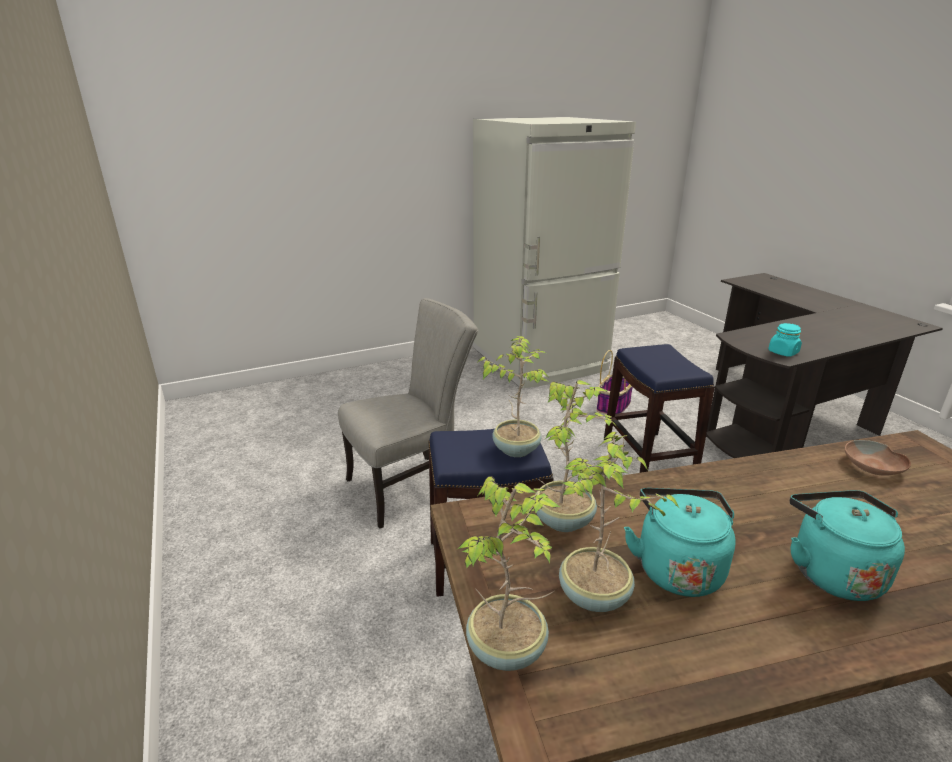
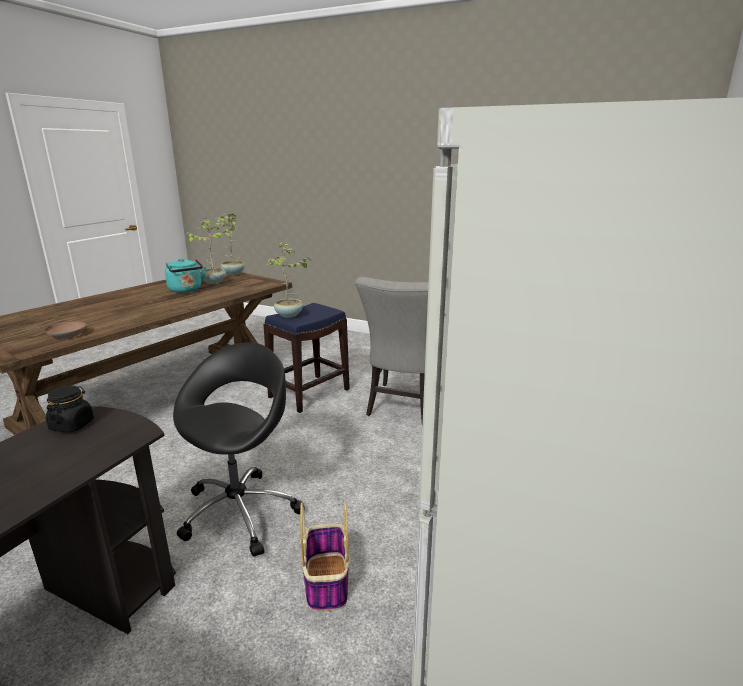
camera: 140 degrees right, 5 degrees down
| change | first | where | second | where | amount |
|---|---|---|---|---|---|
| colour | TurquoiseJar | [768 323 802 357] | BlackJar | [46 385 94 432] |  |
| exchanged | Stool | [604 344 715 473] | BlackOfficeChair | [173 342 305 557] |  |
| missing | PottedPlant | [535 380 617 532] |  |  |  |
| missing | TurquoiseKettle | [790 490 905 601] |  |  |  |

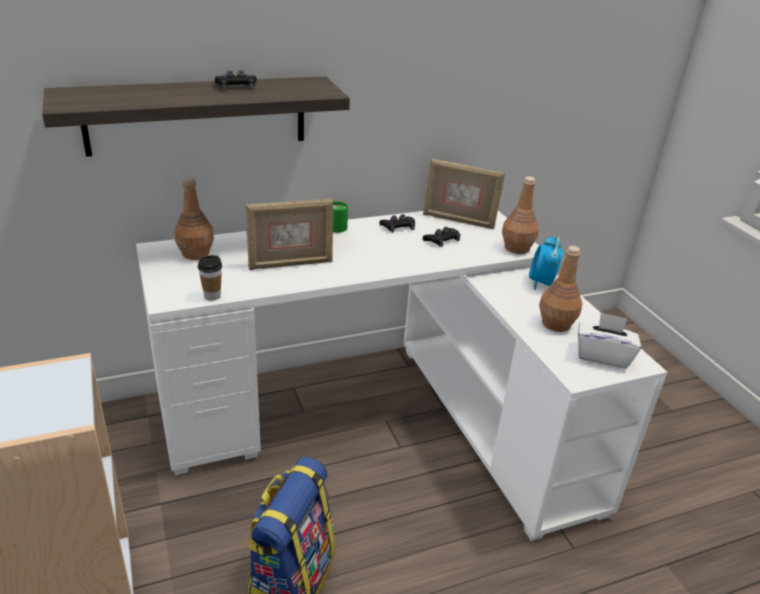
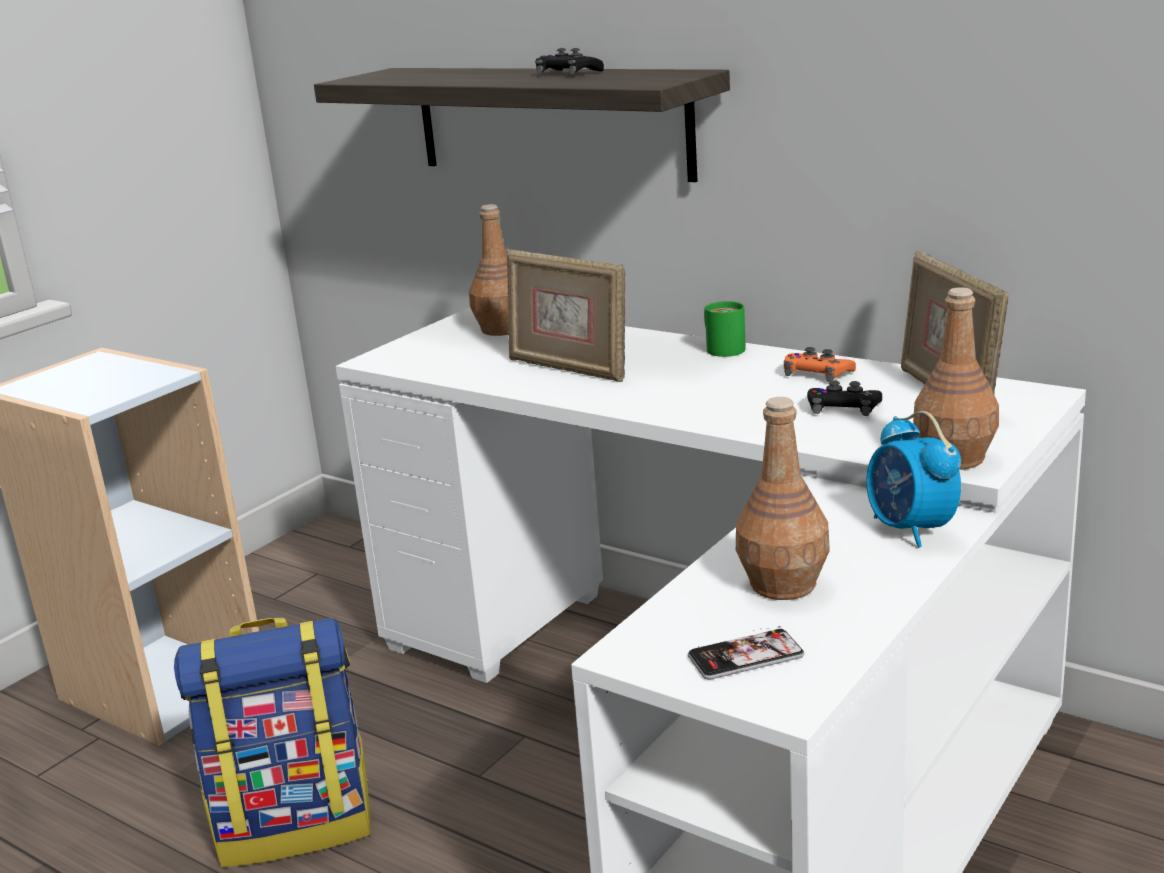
camera: 60 degrees right, 10 degrees down
| change | first | where | second | where | amount |
|---|---|---|---|---|---|
| exchanged | WhiteTissueBox | [578 312 641 369] | Phone | [688 626 804 680] |  |
| colour | BlackGameController | [379 214 415 233] | OrangeGameController | [784 347 856 382] |  |
| spun | AlarmClock | [529 236 563 290] |  | [866 411 961 548] | 90 degrees counterclockwise |
| missing | Cup | [198 255 222 301] |  |  |  |

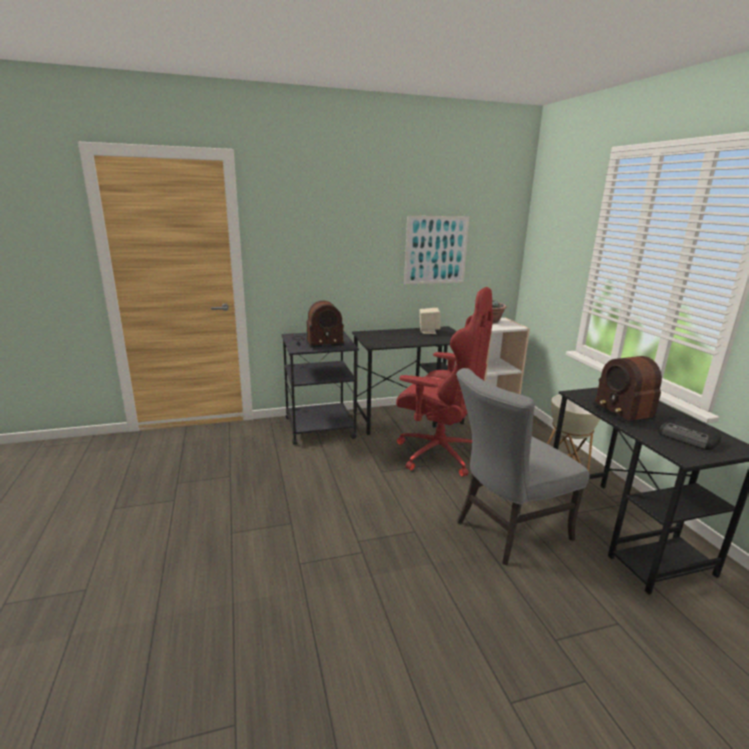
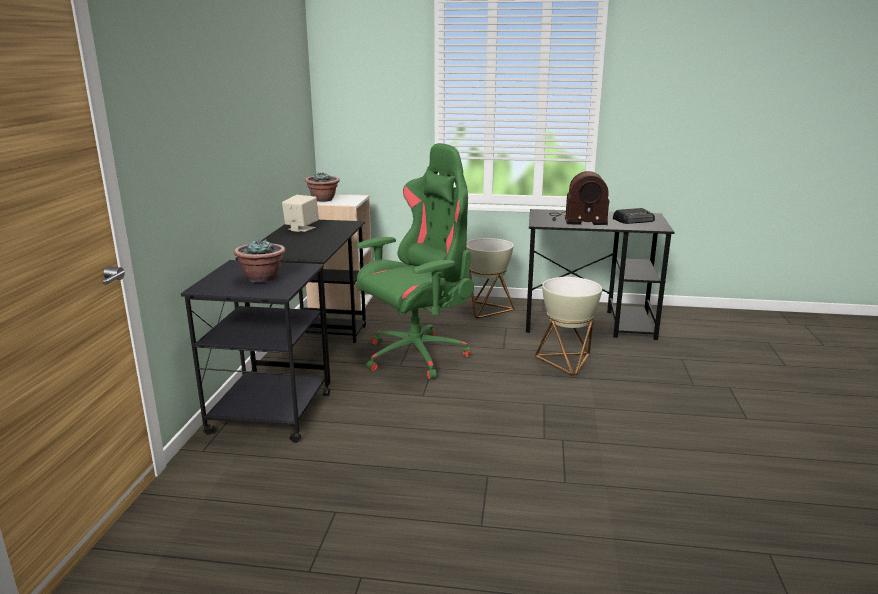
camera: 65 degrees left, 0 degrees up
| change | first | where | second | where | amount |
|---|---|---|---|---|---|
| exchanged | Radio | [292 301 344 348] | PottedPlant | [234 238 286 283] |  |
| colour | RedOfficeChair | [396 287 493 477] | GreenOfficeChair | [356 143 474 379] |  |
| exchanged | GreyChair | [456 368 590 565] | Planter | [535 277 602 376] |  |
| missing | Picture | [404 216 469 284] |  |  |  |

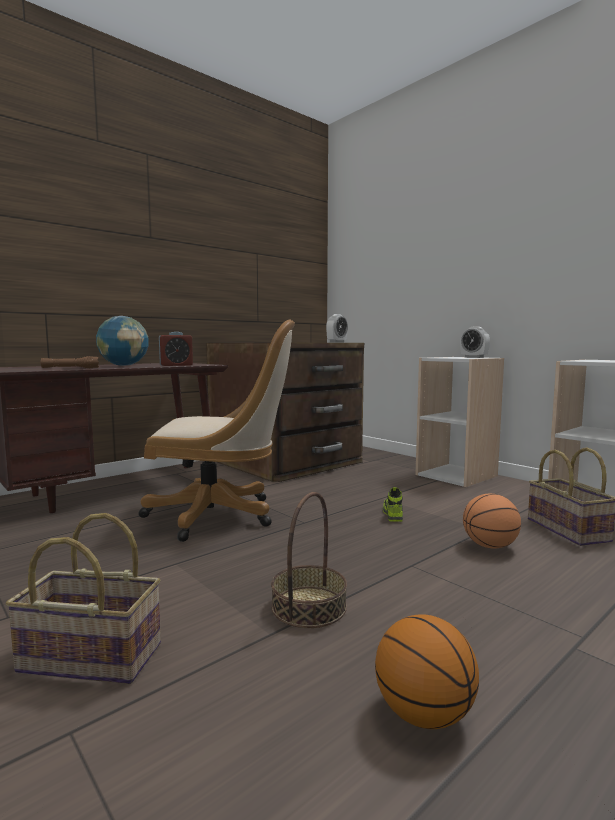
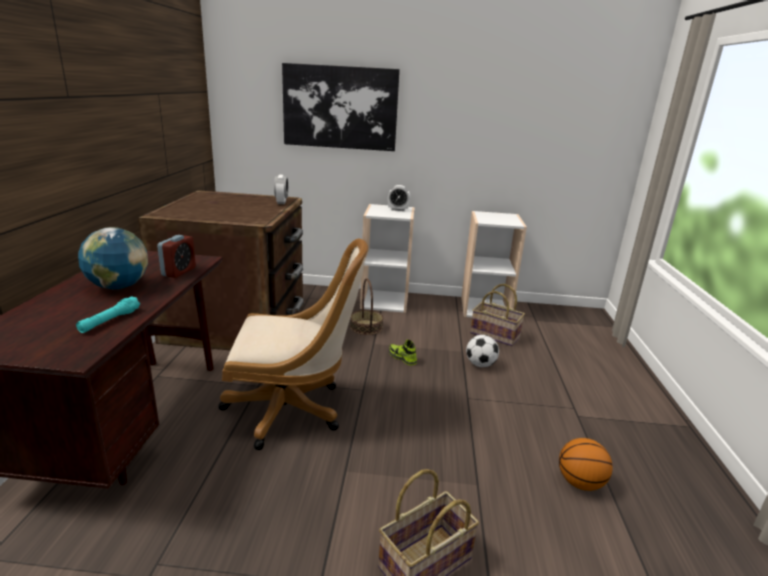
camera: 45 degrees left, 15 degrees up
| change | first | where | second | where | amount |
|---|---|---|---|---|---|
| colour | BrownFlashlight | [40 356 99 368] | TurquoiseFlashlight | [76 296 140 333] |  |
| spun | OfficeChair | [138 319 295 542] |  | [218 239 368 450] | 45 degrees clockwise |
| appeared |  |  | Picture | [282 63 400 151] |  |
| relocated | Basket | [271 492 347 628] |  | [350 278 383 335] |  |
| exchanged | Basketball | [463 494 521 548] | Football | [466 335 499 367] |  |

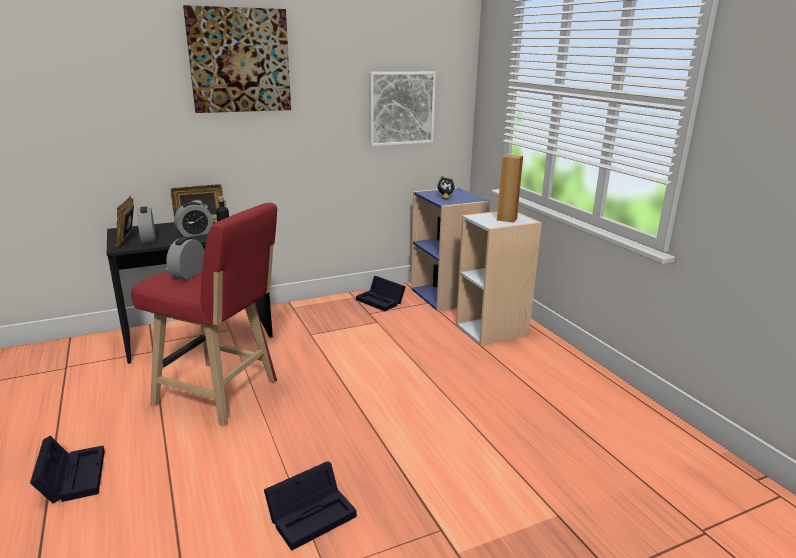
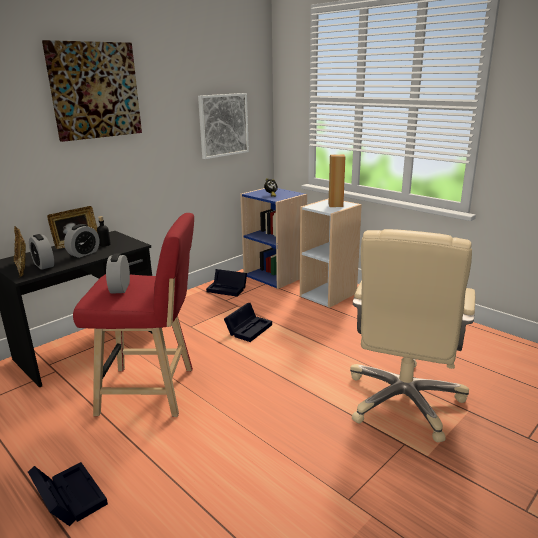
camera: 20 degrees left, 0 degrees up
| change | first | where | second | where | amount |
|---|---|---|---|---|---|
| relocated | BlackStorageBox | [264 461 357 551] |  | [224 303 272 342] |  |
| appeared |  |  | BeigeOfficeChair | [350 229 475 442] |  |

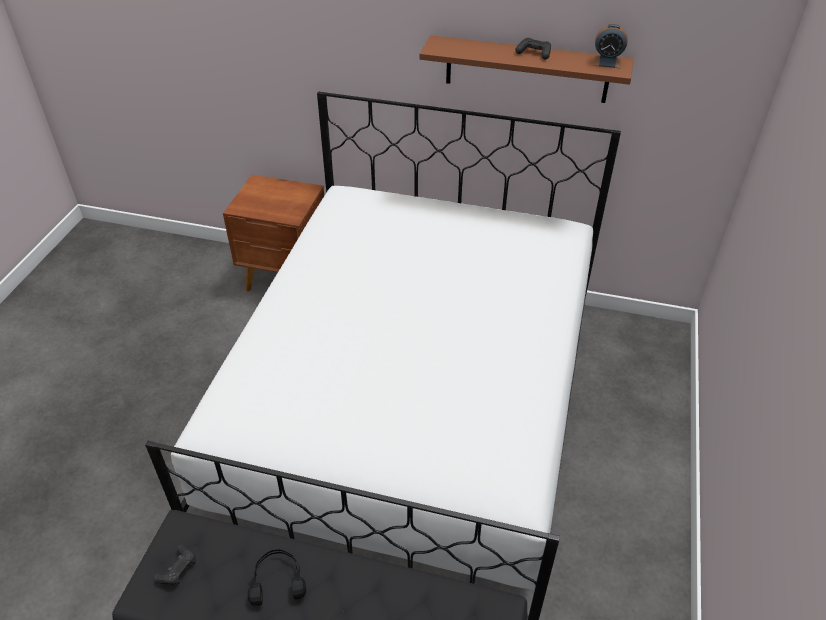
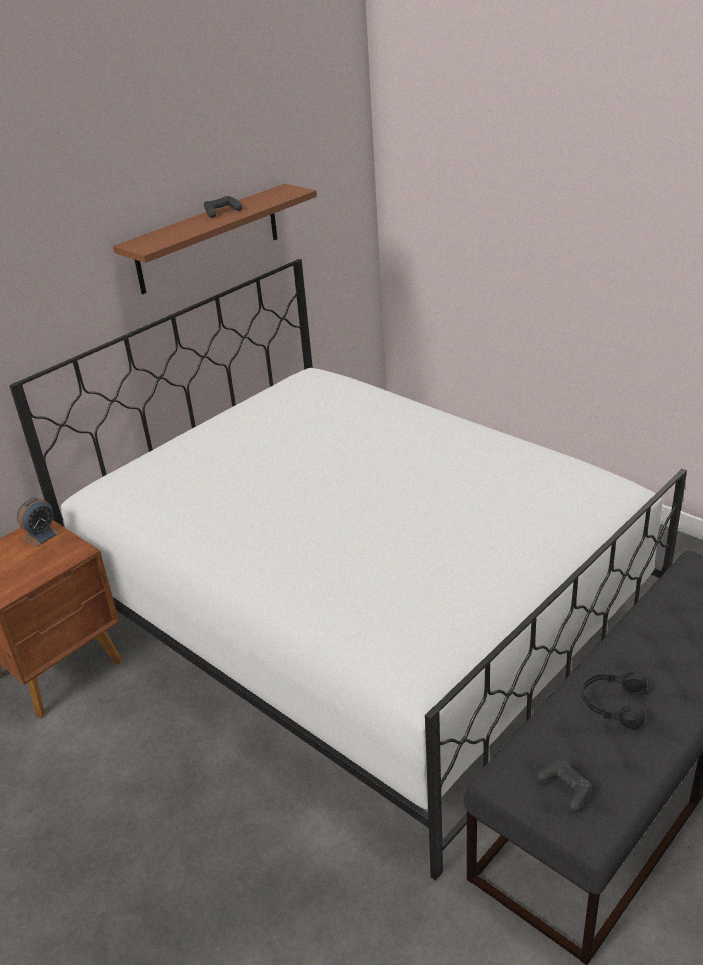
camera: 60 degrees left, 10 degrees down
| change | first | where | second | where | amount |
|---|---|---|---|---|---|
| relocated | AlarmClock | [593 24 628 69] |  | [17 498 61 547] |  |

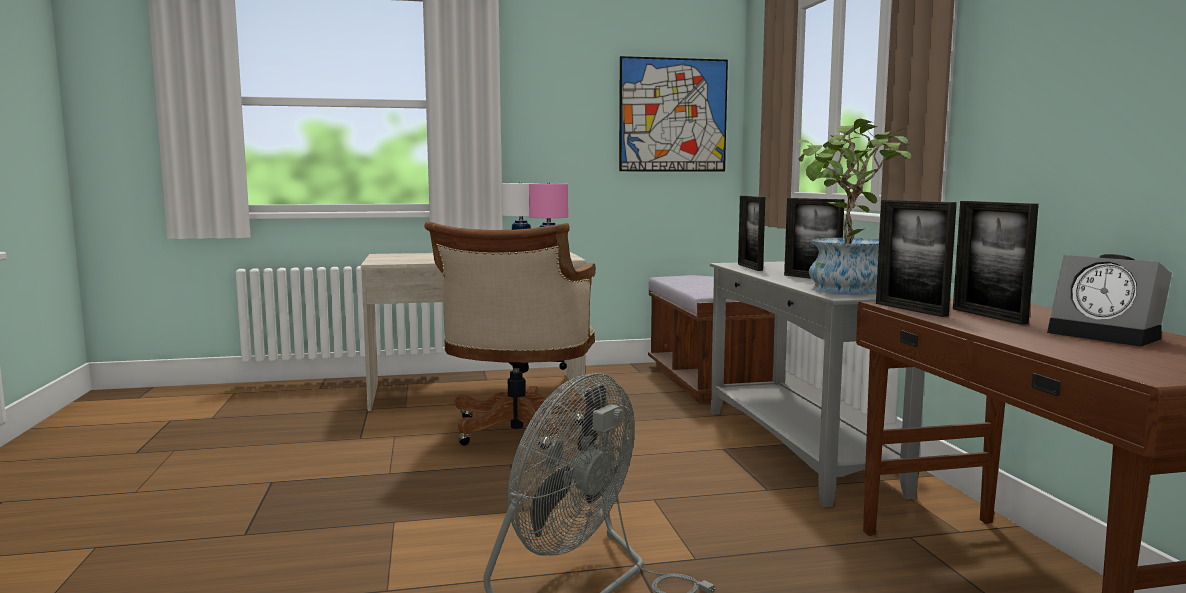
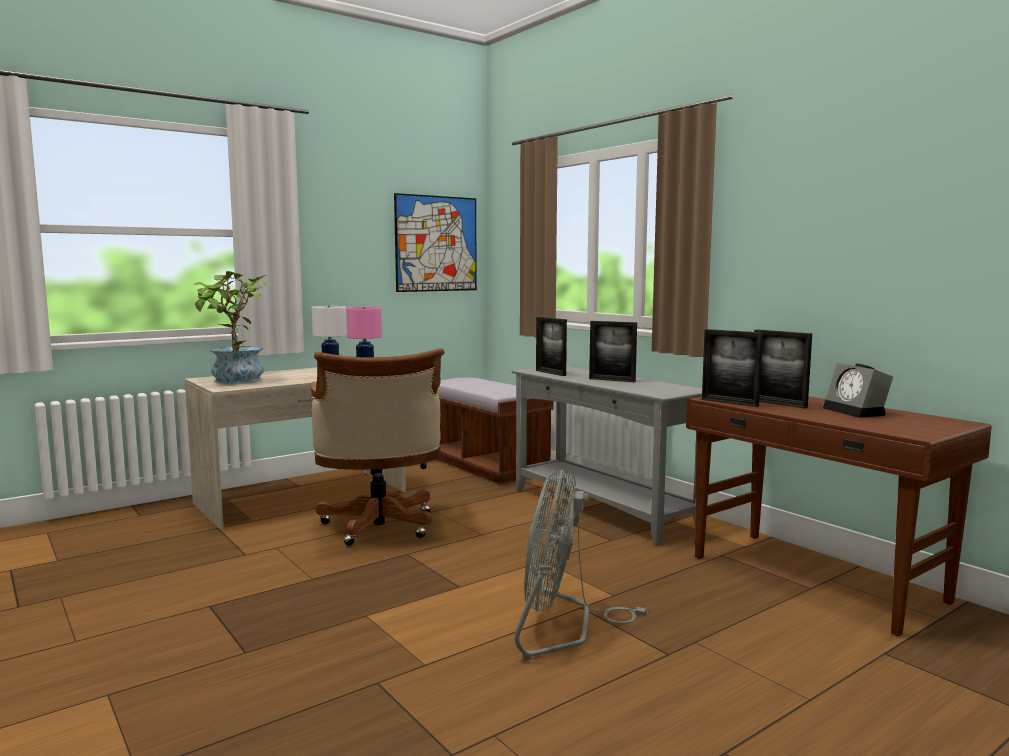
camera: 25 degrees left, 0 degrees up
| change | first | where | second | where | amount |
|---|---|---|---|---|---|
| relocated | PottedPlant | [796 119 912 294] |  | [194 271 266 384] |  |
| spun | AlarmClock | [1047 254 1172 347] |  | [823 363 893 418] | 45 degrees clockwise |

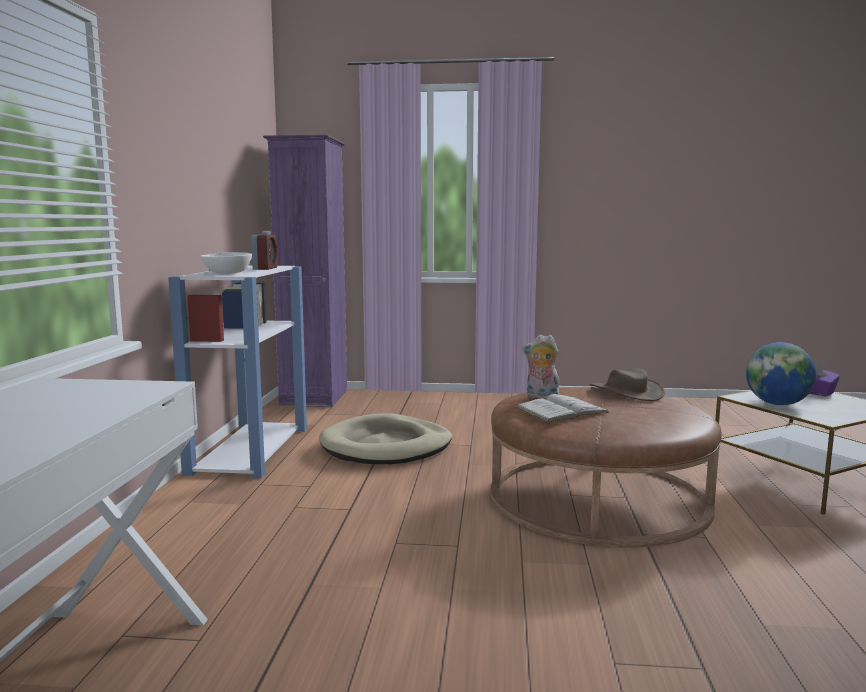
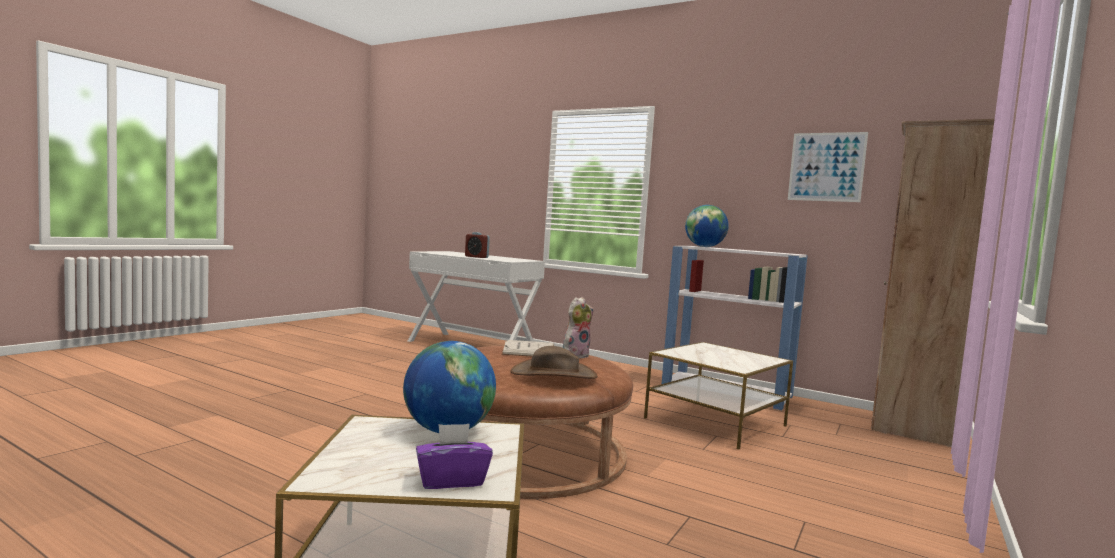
camera: 115 degrees right, 5 degrees down
| change | first | where | second | where | amount |
|---|---|---|---|---|---|
| relocated | AlarmClock | [251 231 278 270] |  | [465 232 490 258] |  |
| exchanged | BeigeDogBed | [319 413 452 464] | SideTable | [644 342 793 450] |  |
| exchanged | WhiteBowl | [200 252 252 274] | Globe | [685 205 729 247] |  |
| appeared |  |  | Picture | [788 132 868 202] |  |
| colour | PurpleCabinet | [263 135 347 407] | BrownCabinet | [871 119 995 447] |  |

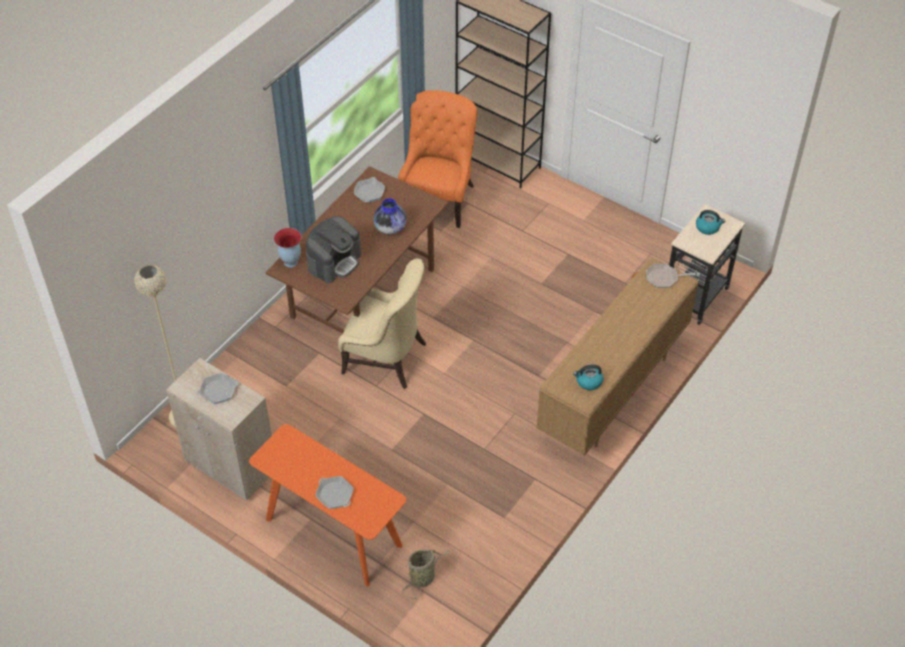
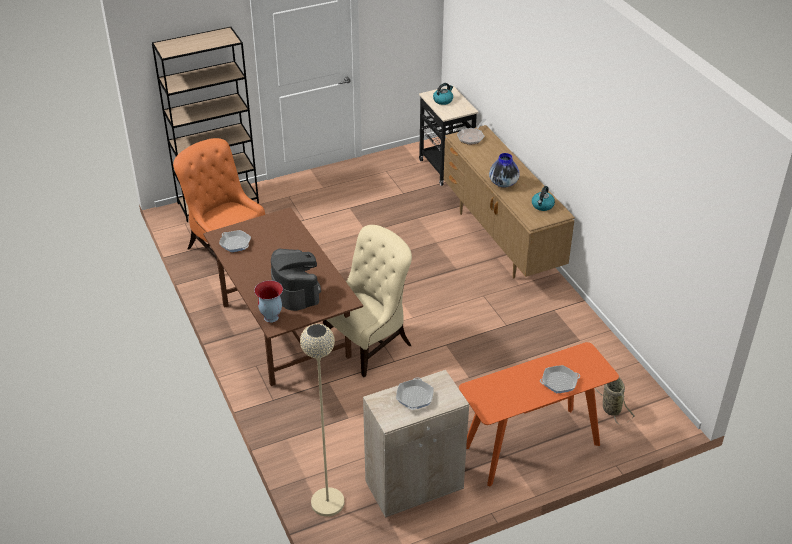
camera: 60 degrees left, 10 degrees down
| change | first | where | second | where | amount |
|---|---|---|---|---|---|
| relocated | Vase | [373 198 407 234] |  | [489 153 520 187] |  |

